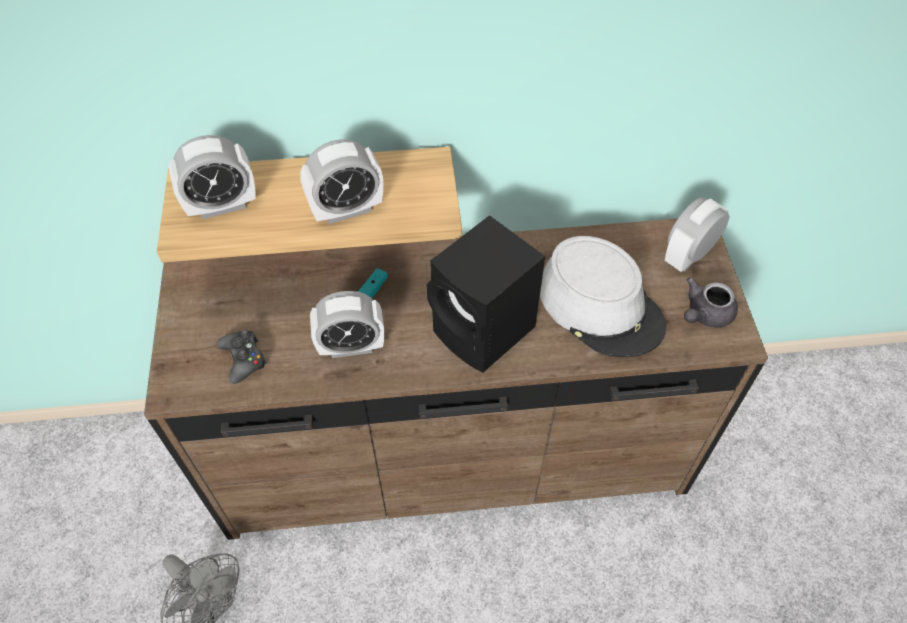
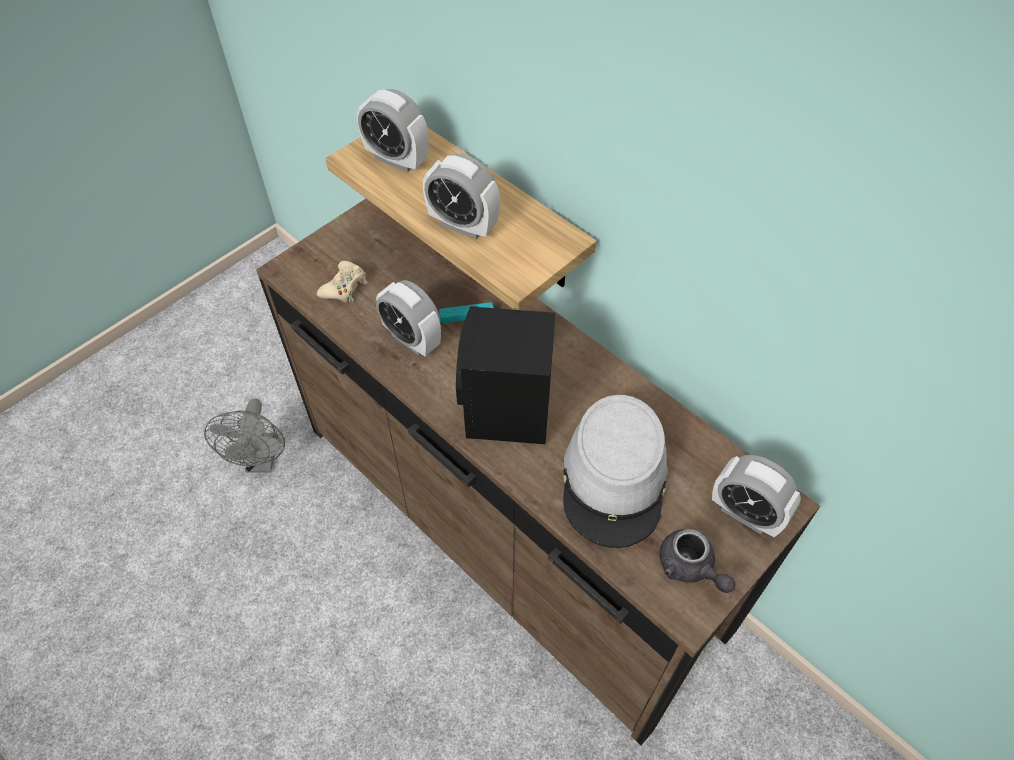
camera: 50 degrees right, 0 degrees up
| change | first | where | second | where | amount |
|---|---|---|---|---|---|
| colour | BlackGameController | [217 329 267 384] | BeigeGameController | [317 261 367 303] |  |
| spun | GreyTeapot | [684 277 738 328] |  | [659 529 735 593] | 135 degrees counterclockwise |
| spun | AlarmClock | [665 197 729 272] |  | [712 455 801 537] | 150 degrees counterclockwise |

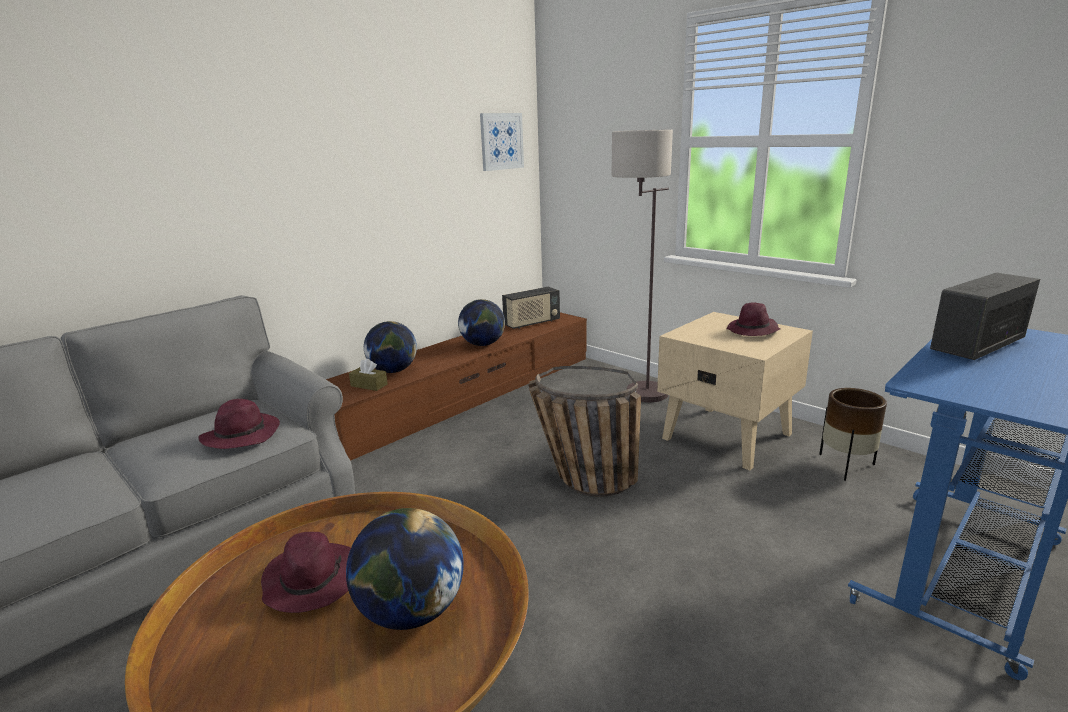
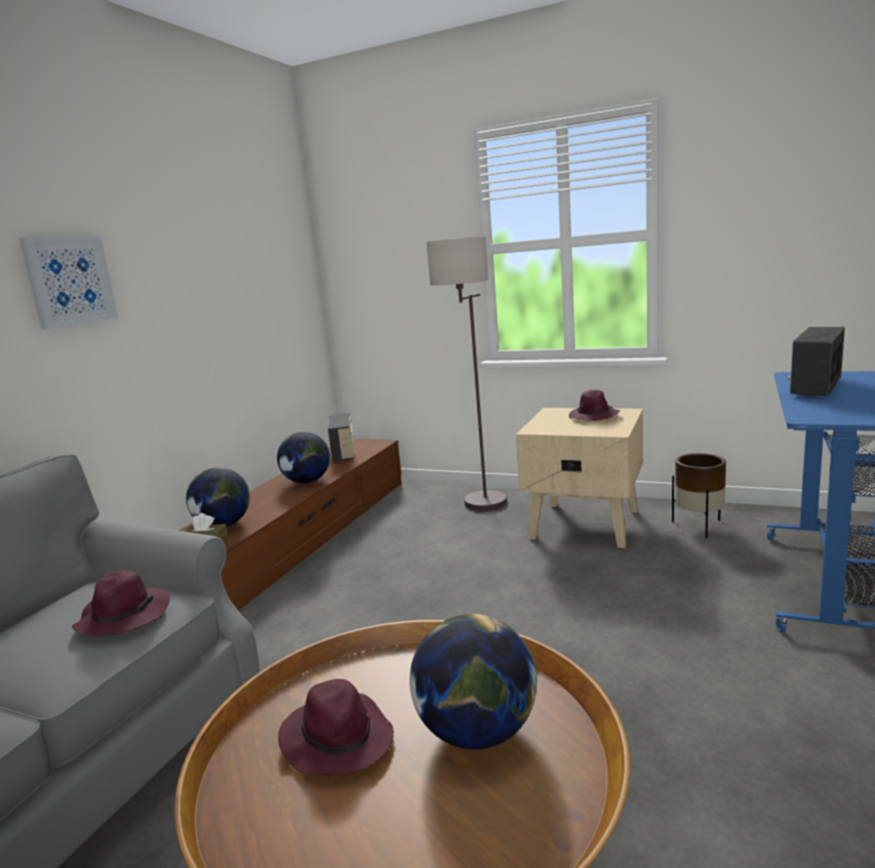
camera: 20 degrees left, 5 degrees down
| change | first | where | second | where | amount |
|---|---|---|---|---|---|
| relocated | Picture | [480 113 524 171] |  | [19 236 118 330] |  |
| spun | Radio | [502 287 560 329] |  | [328 413 355 462] | 45 degrees counterclockwise |
| missing | Basket | [528 366 641 497] |  |  |  |

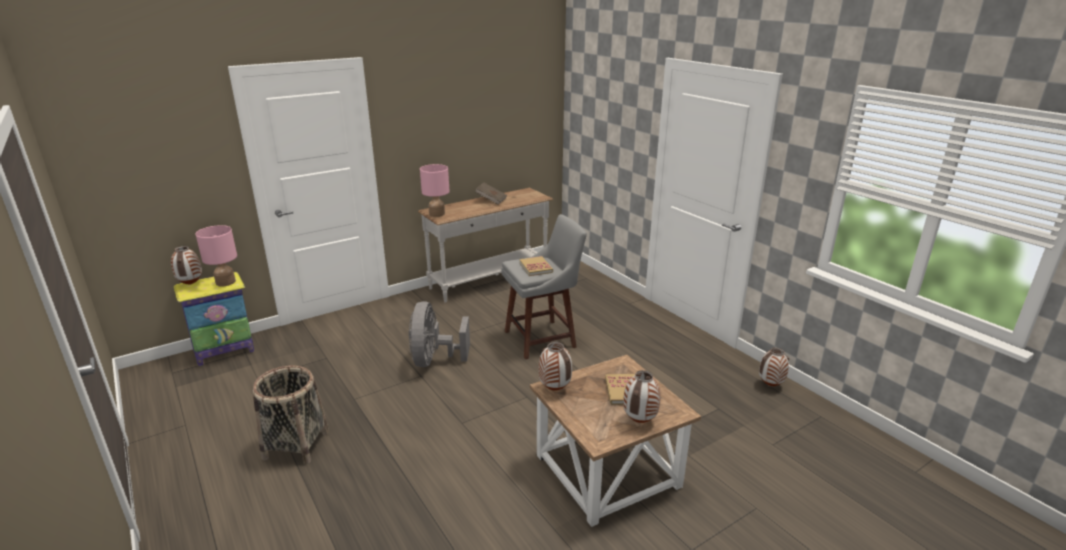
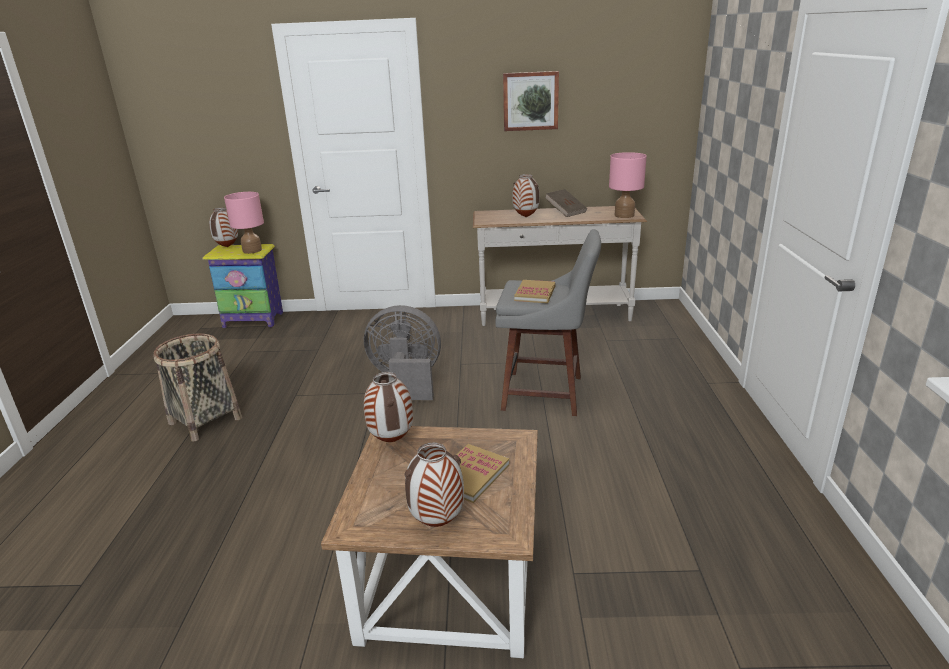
camera: 35 degrees right, 0 degrees up
| change | first | where | second | where | amount |
|---|---|---|---|---|---|
| spun | GreyFan | [409 301 470 367] |  | [364 305 441 400] | 60 degrees clockwise |
| appeared |  |  | Picture | [503 71 559 131] |  |
| relocated | Vase | [759 347 789 386] |  | [512 174 540 217] |  |
| relocated | PinkTableLamp | [420 164 450 217] |  | [609 152 647 218] |  |

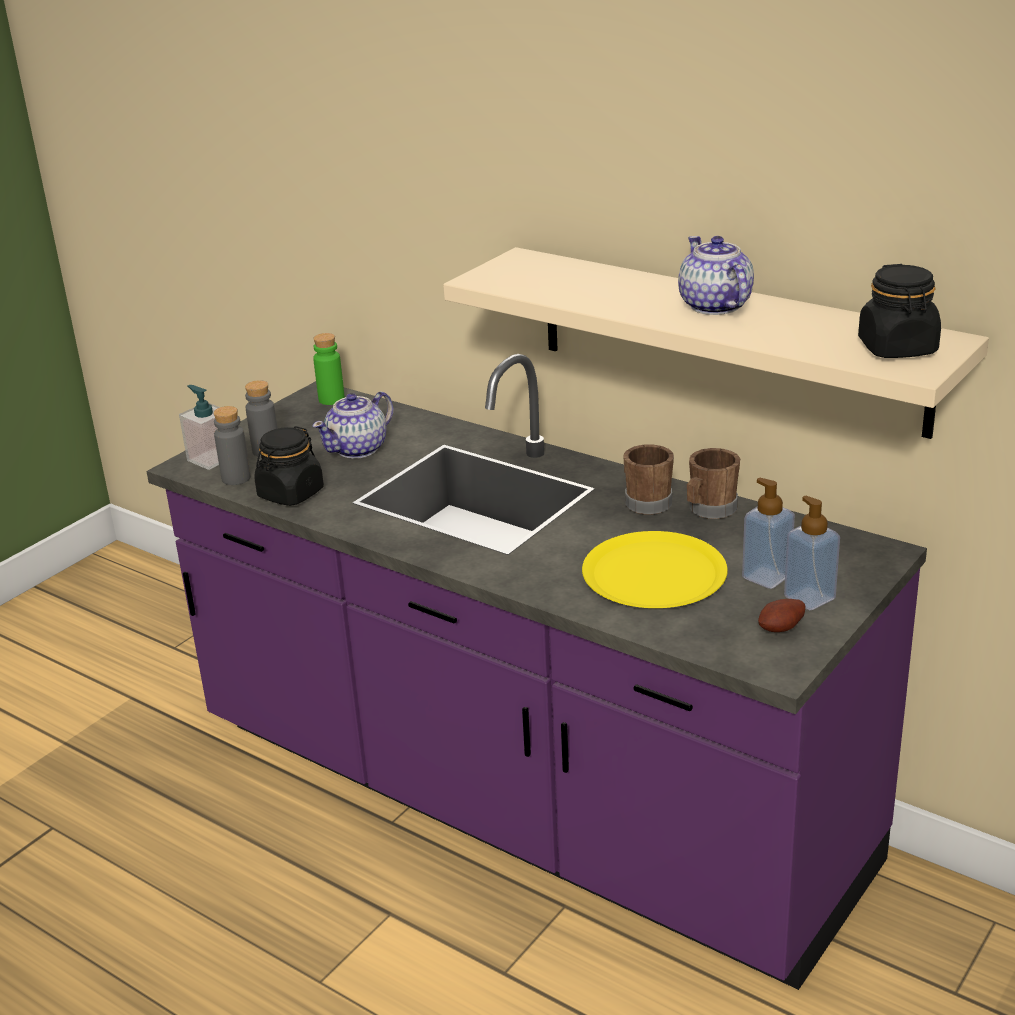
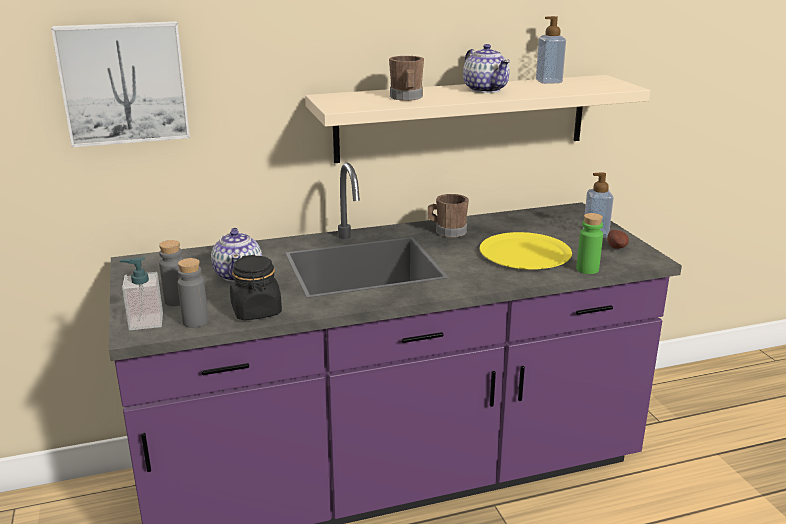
camera: 55 degrees left, 5 degrees down
| change | first | where | second | where | amount |
|---|---|---|---|---|---|
| appeared |  |  | Picture | [51 21 190 147] |  |
| relocated | BrownMug | [687 448 740 519] |  | [389 56 424 101] |  |
| spun | Teapot | [678 236 754 315] |  | [463 44 510 93] | 135 degrees counterclockwise |
| relocated | SoapDispenser | [742 478 795 589] |  | [536 16 566 84] |  |
| relocated | GreenBottle | [313 333 345 405] |  | [576 213 603 274] |  |
| missing | BlackJar | [858 264 941 358] |  |  |  |

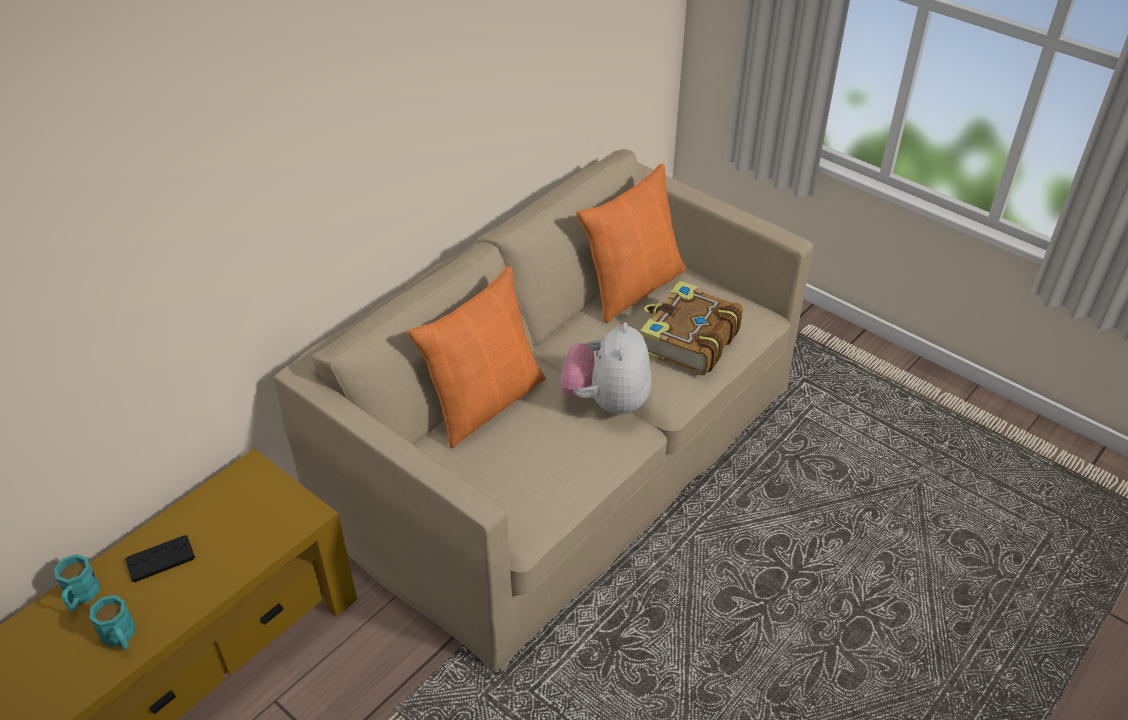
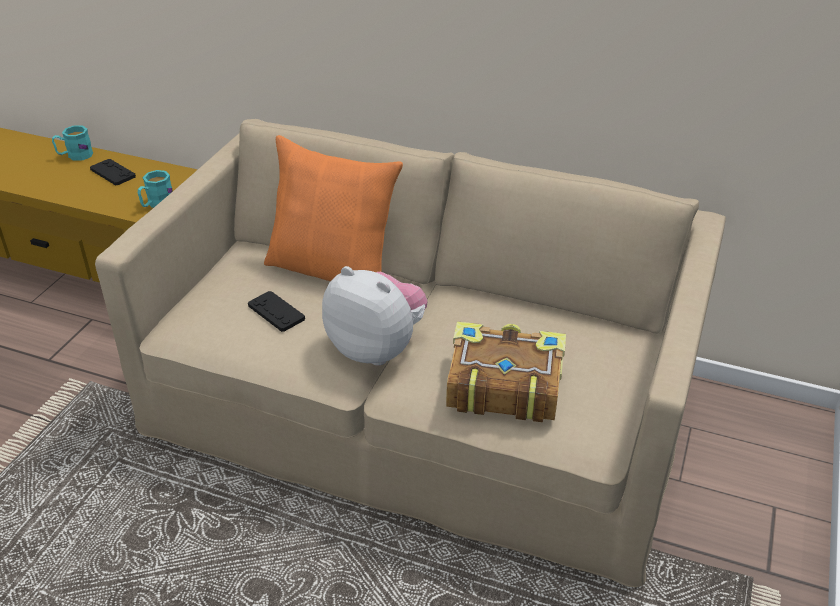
camera: 70 degrees right, 5 degrees down
| change | first | where | second | where | amount |
|---|---|---|---|---|---|
| relocated | TurquoiseMug | [89 595 135 650] |  | [138 170 173 208] |  |
| appeared |  |  | BlackGameController | [248 291 305 332] |  |
| spun | PlushToy | [561 322 651 415] |  | [322 266 428 366] | 45 degrees clockwise |
| missing | OrangePillow | [576 164 686 323] |  |  |  |

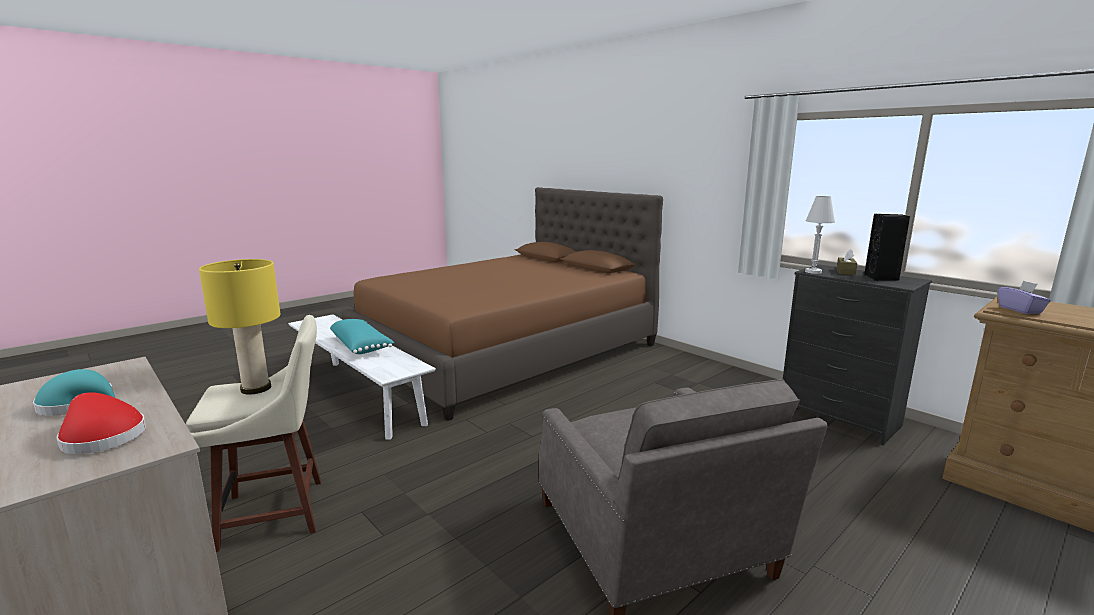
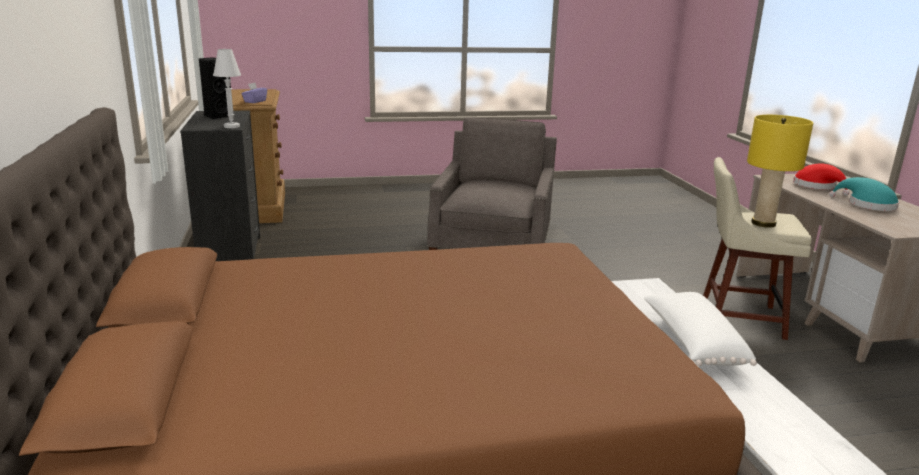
camera: 150 degrees left, 5 degrees up
| change | first | where | second | where | amount |
|---|---|---|---|---|---|
| colour | TurquoisePillow | [330 319 395 354] | WhitePillow | [644 292 757 366] |  |
| missing | BrownTissueBox | [836 249 858 275] |  |  |  |

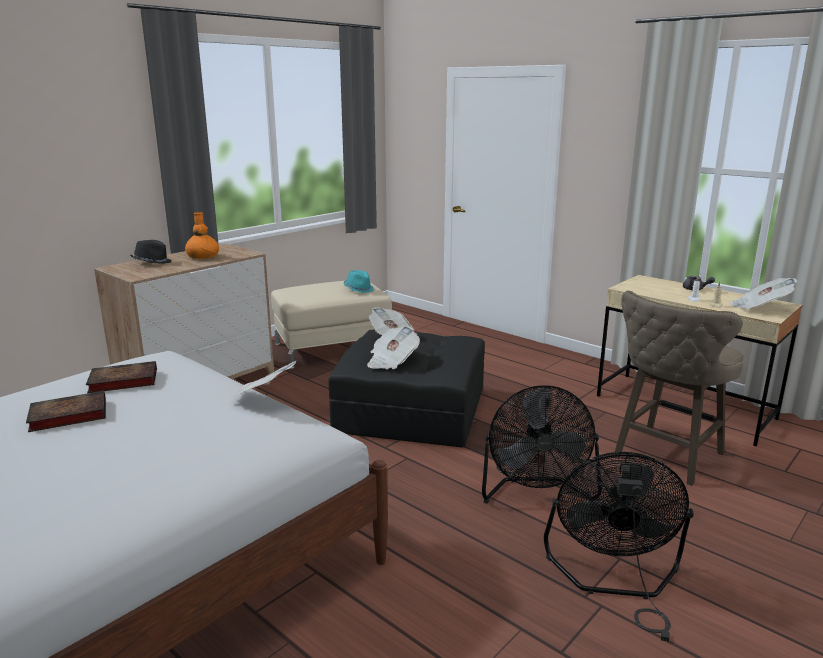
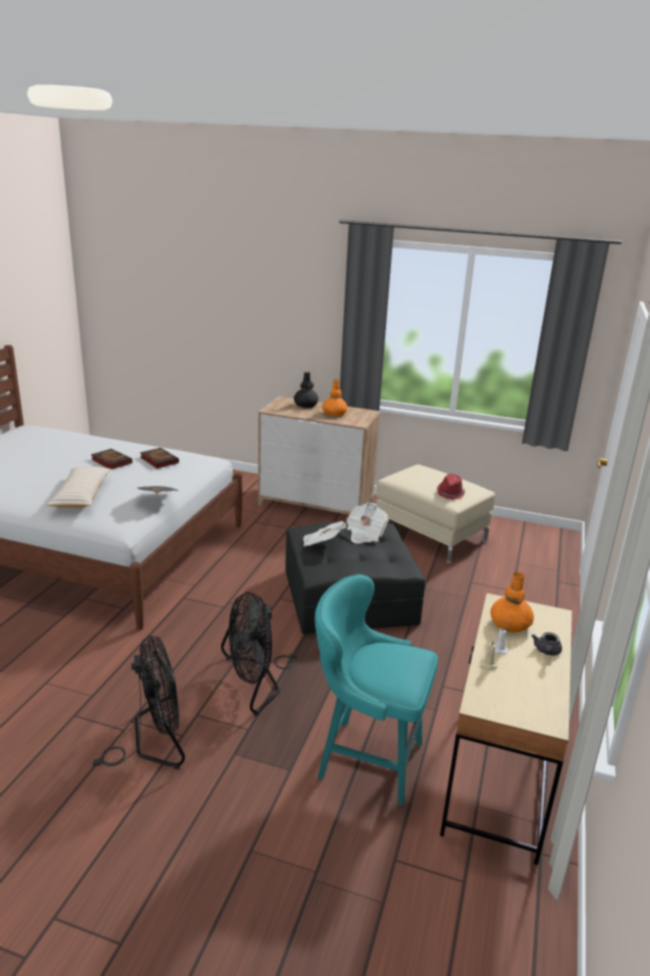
camera: 65 degrees right, 5 degrees up
| change | first | where | second | where | amount |
|---|---|---|---|---|---|
| appeared |  |  | BeigePillow | [47 466 111 508] |  |
| exchanged | BlackHat | [130 240 172 264] | BlackVase | [294 372 318 408] |  |
| colour | BeigeStool | [614 291 743 486] | TurquoiseStool | [315 574 438 805] |  |
| colour | TurquoiseHat | [344 270 374 293] | RedHat | [437 474 466 500] |  |
| appeared |  |  | OrangeVase | [490 572 534 633] |  |
| missing | Newspaper | [729 278 798 310] |  |  |  |

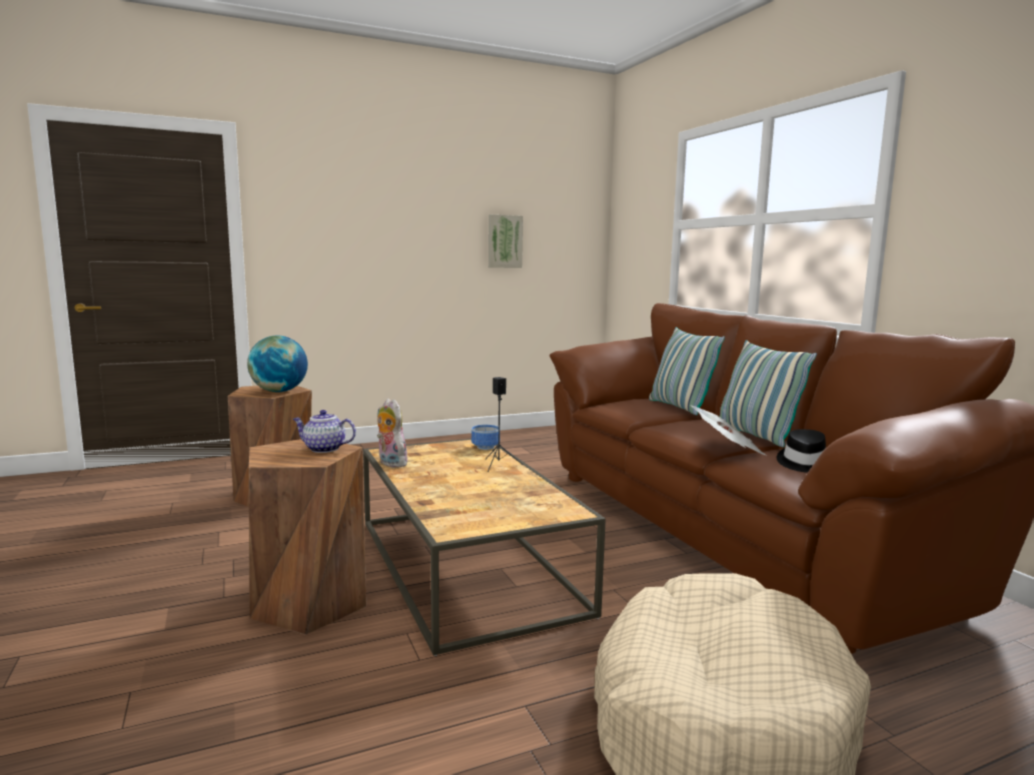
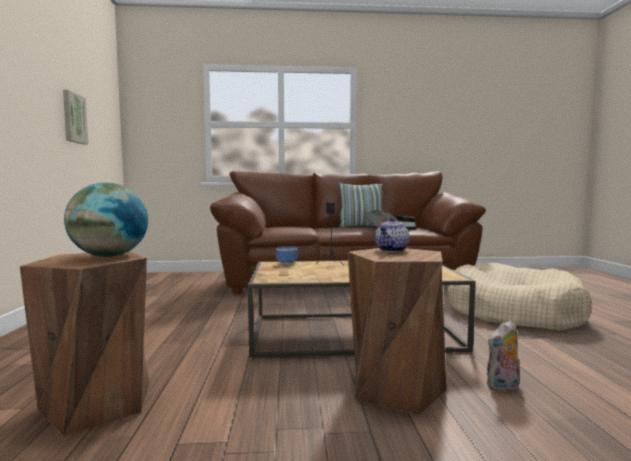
camera: 70 degrees left, 5 degrees down
| change | first | where | second | where | amount |
|---|---|---|---|---|---|
| relocated | PlushToy | [377 398 407 467] |  | [486 321 520 392] |  |
| missing | Pillow | [649 327 725 415] |  |  |  |

